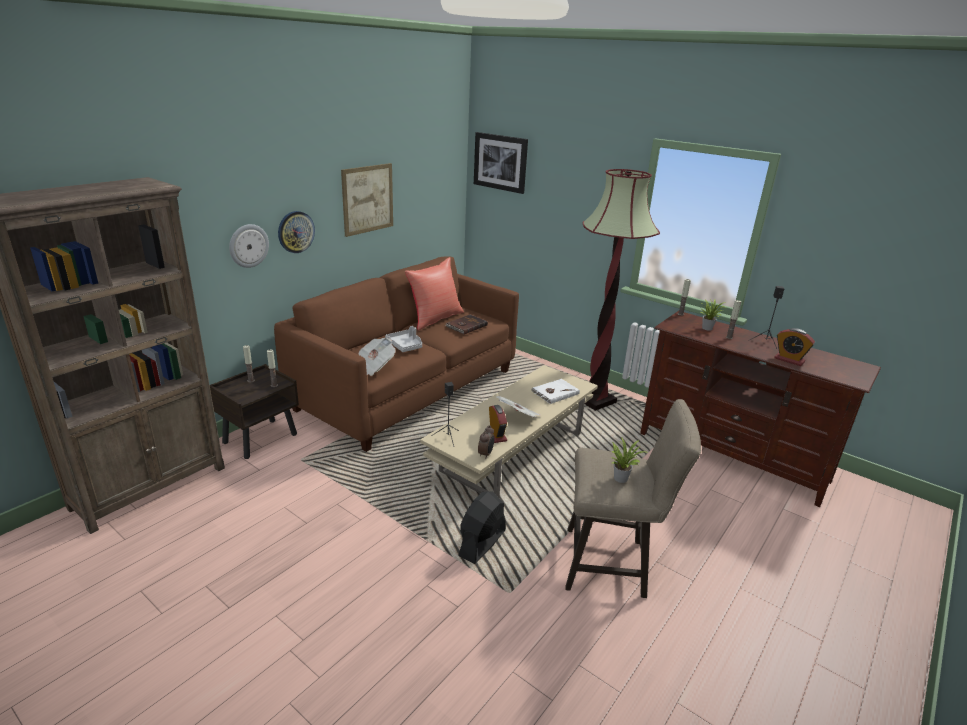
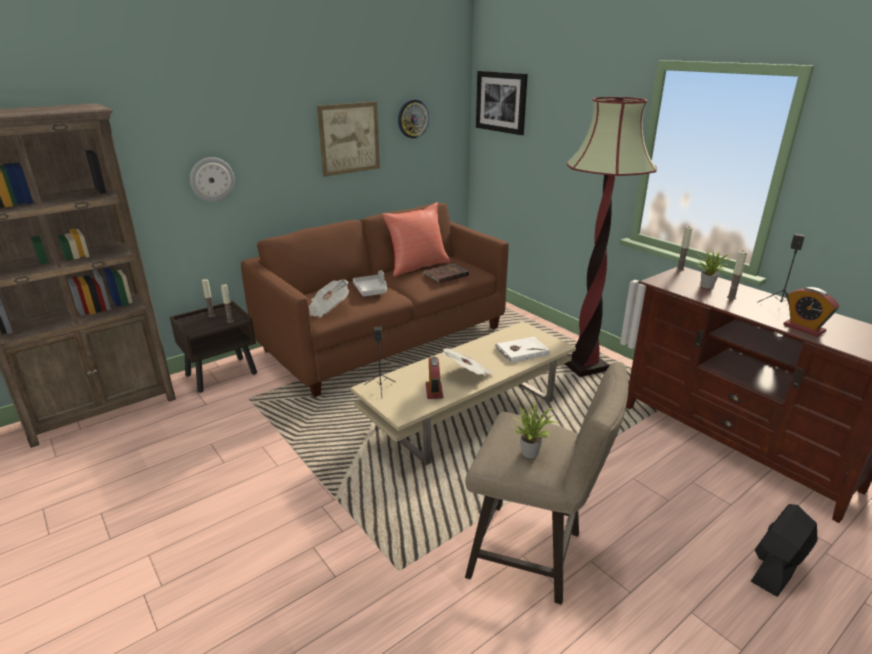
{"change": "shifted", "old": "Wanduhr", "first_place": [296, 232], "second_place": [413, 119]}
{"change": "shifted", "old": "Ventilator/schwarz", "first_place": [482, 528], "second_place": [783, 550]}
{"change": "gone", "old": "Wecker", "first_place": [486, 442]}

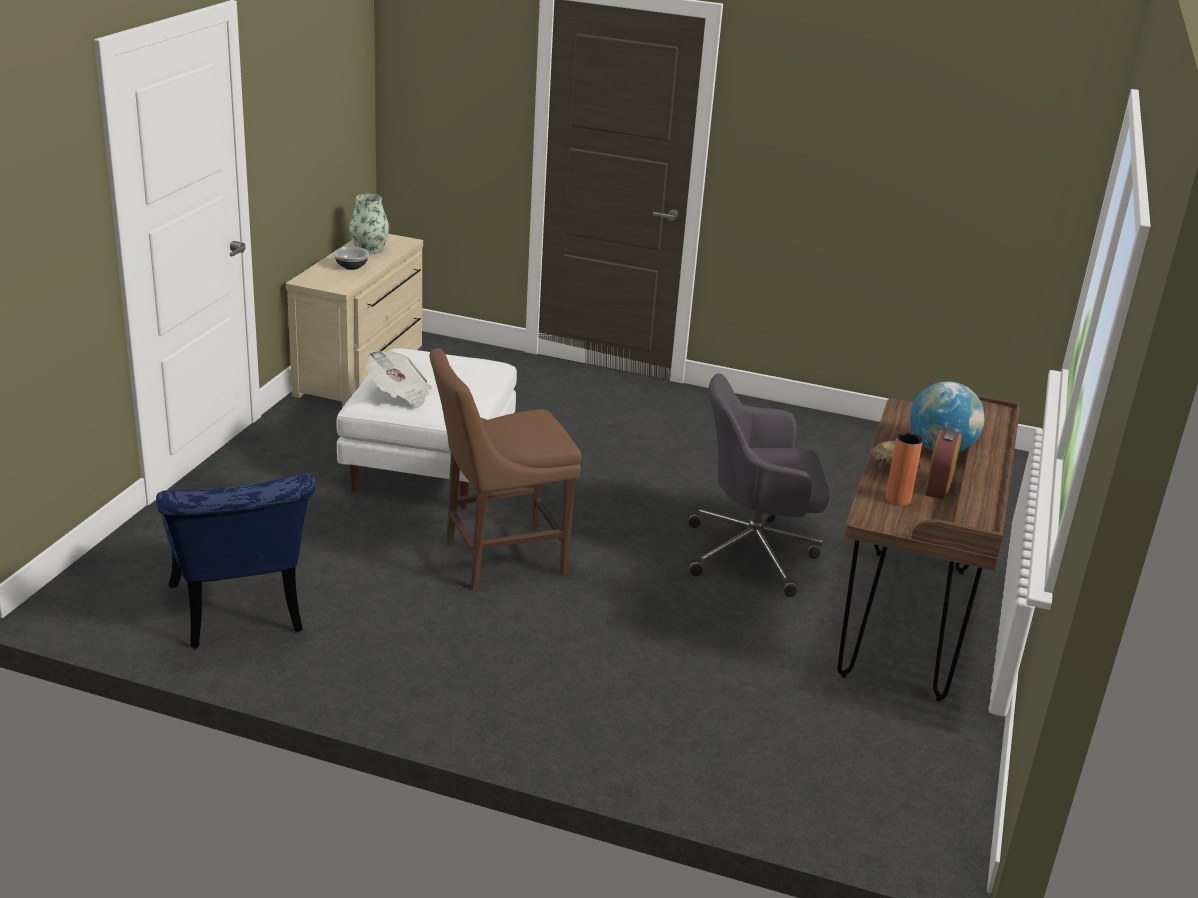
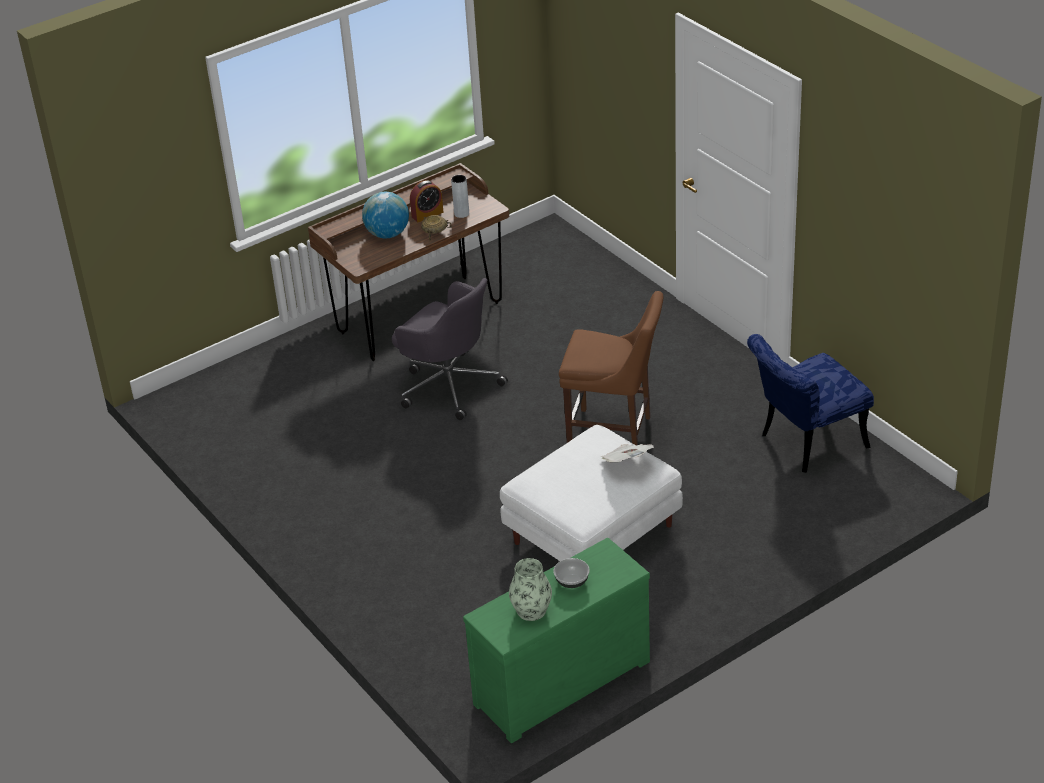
{"change": "repainted", "old": "Vase/orange", "new": "Vase/grau", "first_place": [904, 469], "second_place": [460, 196]}
{"change": "repainted", "old": "Kommode/beige", "new": "Kommode/grün", "first_place": [354, 320], "second_place": [556, 640]}
{"change": "rotated", "old": "Stuhl/blau", "first_place": [235, 560], "second_place": [810, 403], "degrees": -135}

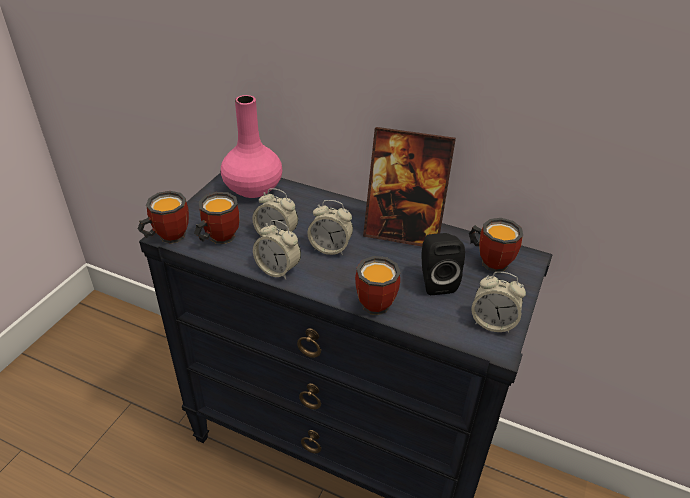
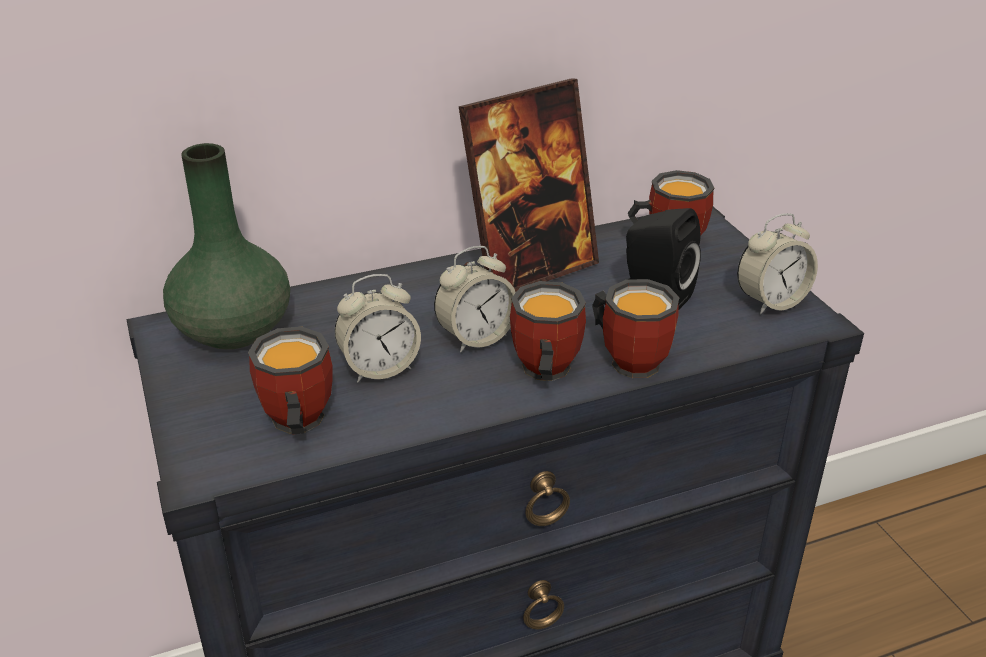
{"change": "repainted", "old": "Vase/rosa", "new": "Vase/grün", "first_place": [251, 146], "second_place": [226, 246]}
{"change": "shifted", "old": "Henkelbecher", "first_place": [163, 217], "second_place": [548, 331]}
{"change": "gone", "old": "Wecker", "first_place": [277, 249]}

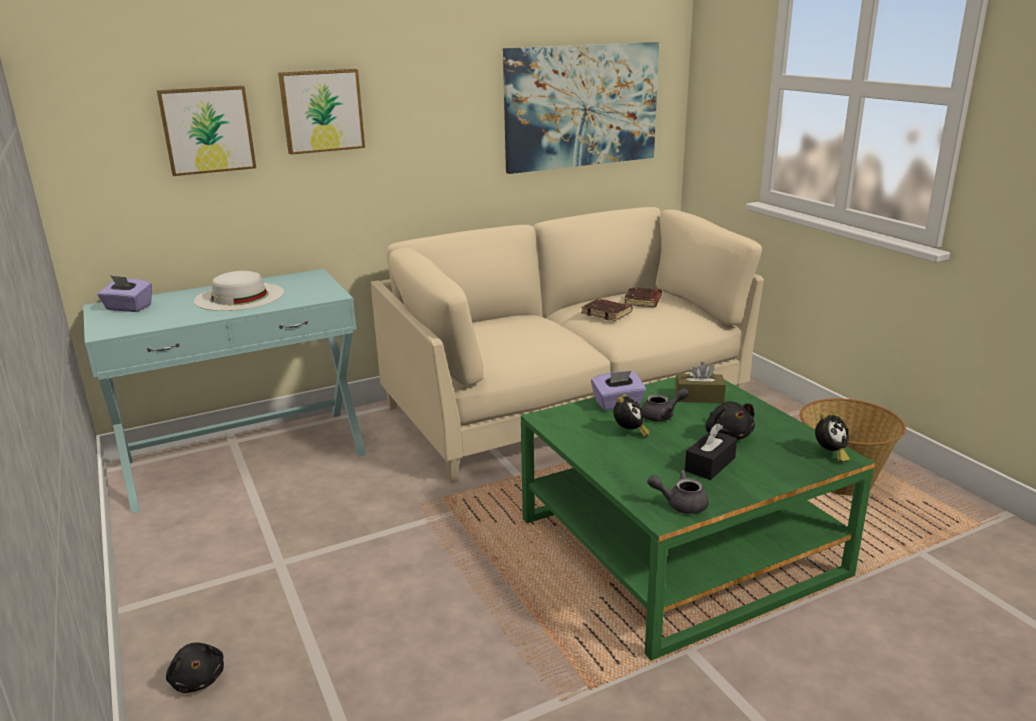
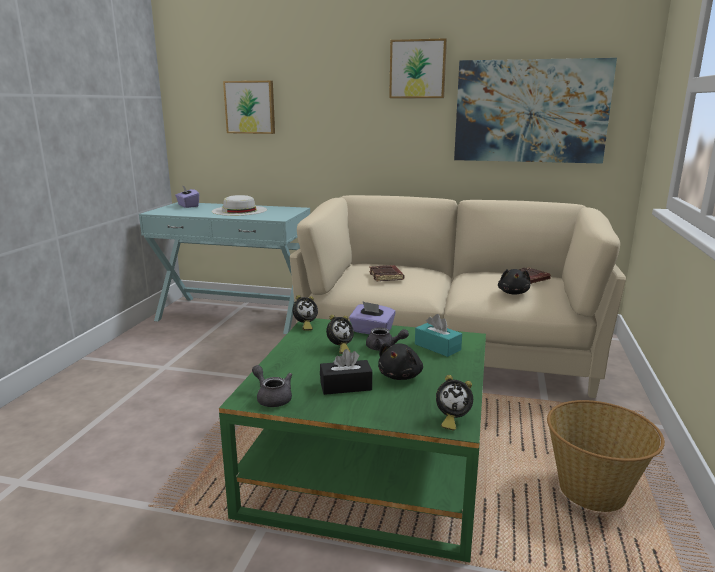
{"change": "new", "new": "Wecker", "second_place": [305, 313]}
{"change": "shifted", "old": "Buch/braun", "first_place": [606, 310], "second_place": [386, 273]}
{"change": "shifted", "old": "Bild", "first_place": [321, 112], "second_place": [418, 68]}
{"change": "repainted", "old": "Taschentuchbox/braun", "new": "Taschentuchbox/türkis", "first_place": [700, 382], "second_place": [438, 335]}
{"change": "shifted", "old": "Plüschtier/schwarz", "first_place": [195, 667], "second_place": [514, 282]}

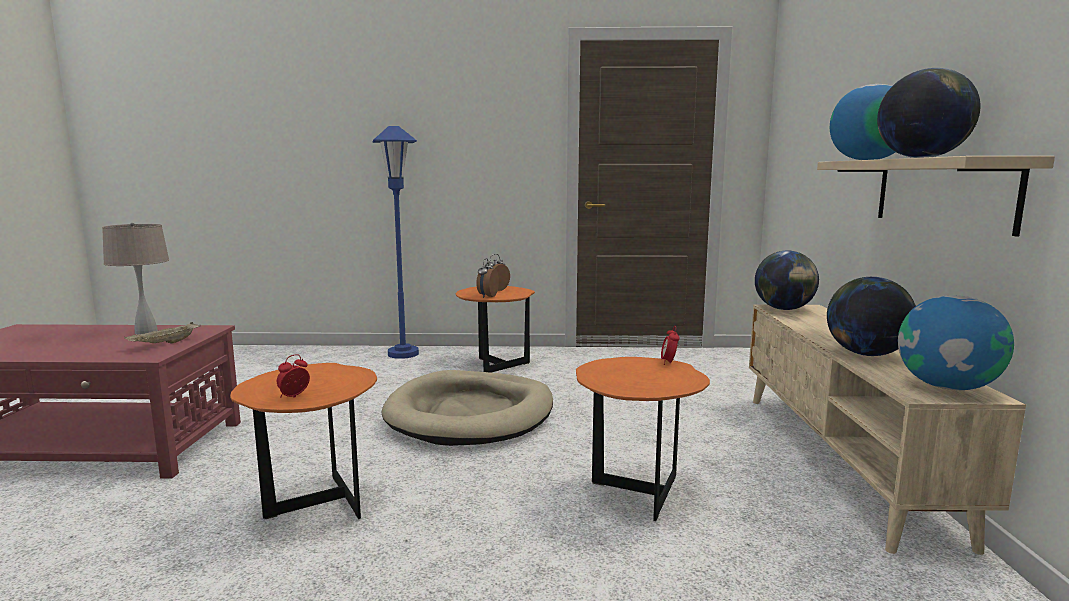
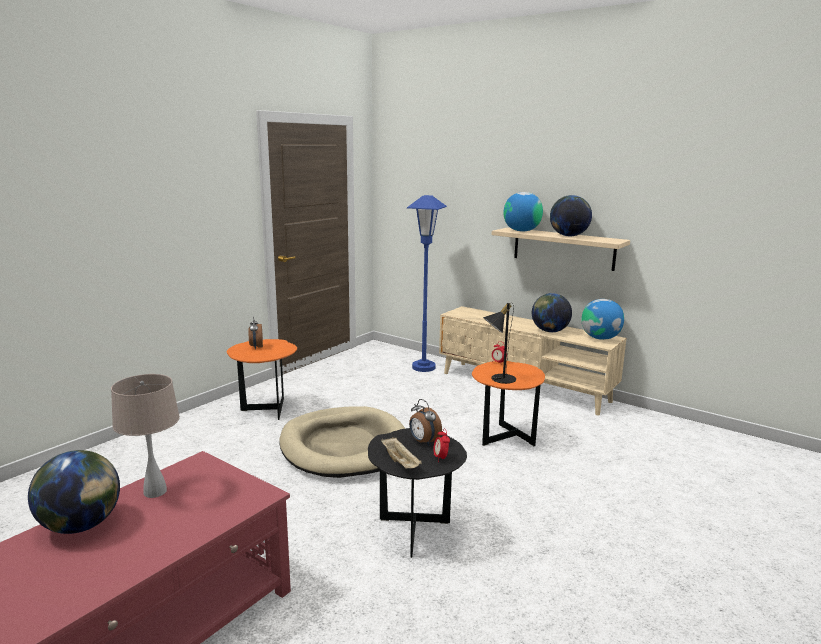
{"change": "shifted", "old": "Globus", "first_place": [787, 280], "second_place": [74, 492]}
{"change": "repainted", "old": "Beistelltisch/orange", "new": "Beistelltisch/schwarz", "first_place": [303, 441], "second_place": [417, 493]}
{"change": "shifted", "old": "Tablett/beige", "first_place": [162, 333], "second_place": [401, 453]}
{"change": "shifted", "old": "Stehlampe/blau", "first_place": [396, 242], "second_place": [427, 283]}
{"change": "shifted", "old": "Wecker", "first_place": [487, 278], "second_place": [425, 422]}
{"change": "new", "new": "Tischlampe/schwarz", "second_place": [499, 343]}

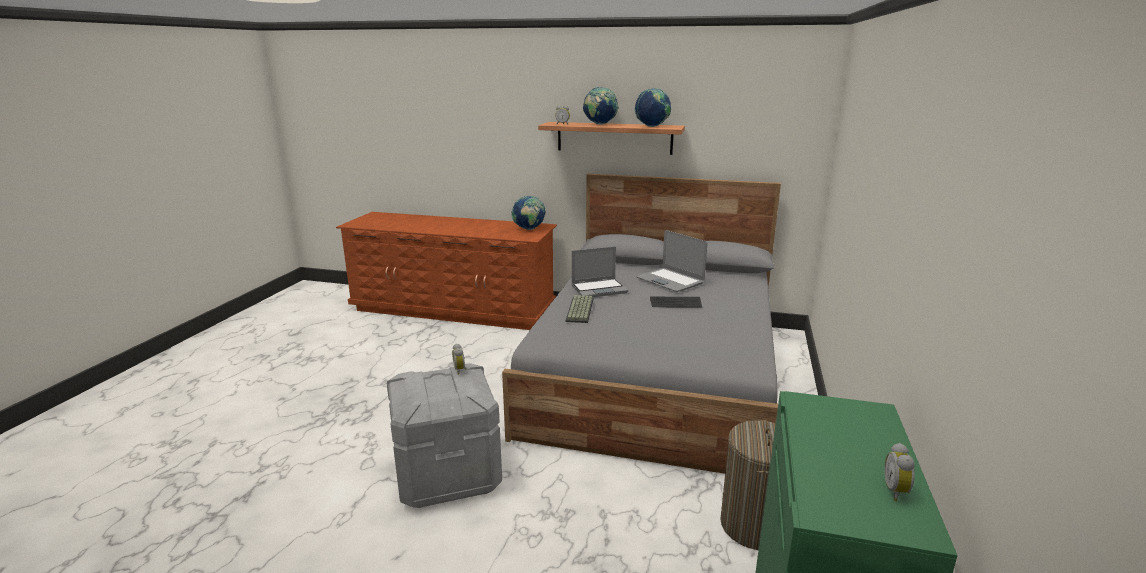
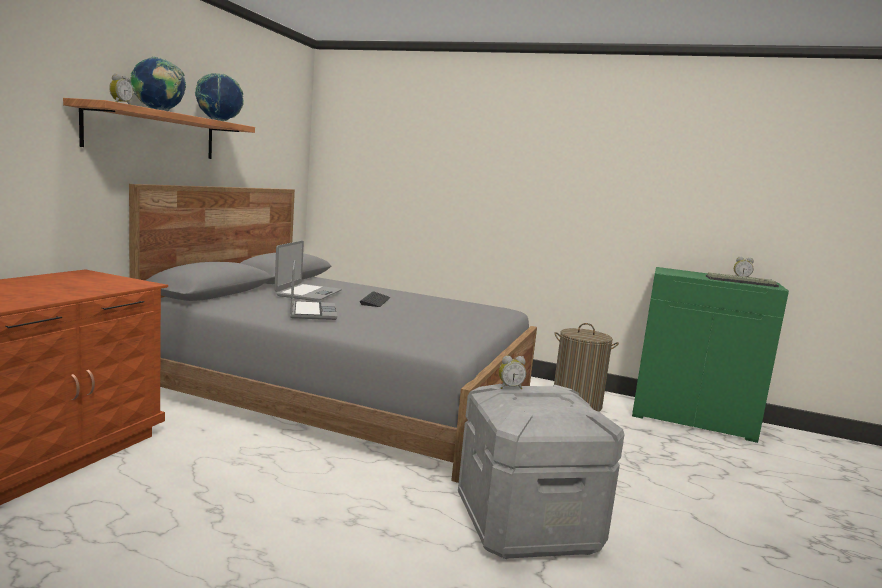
{"change": "rotated", "old": "Laptop", "first_place": [672, 261], "second_place": [308, 271], "degrees": -45}
{"change": "shifted", "old": "Tastatur", "first_place": [580, 309], "second_place": [742, 279]}
{"change": "gone", "old": "Globus", "first_place": [528, 213]}

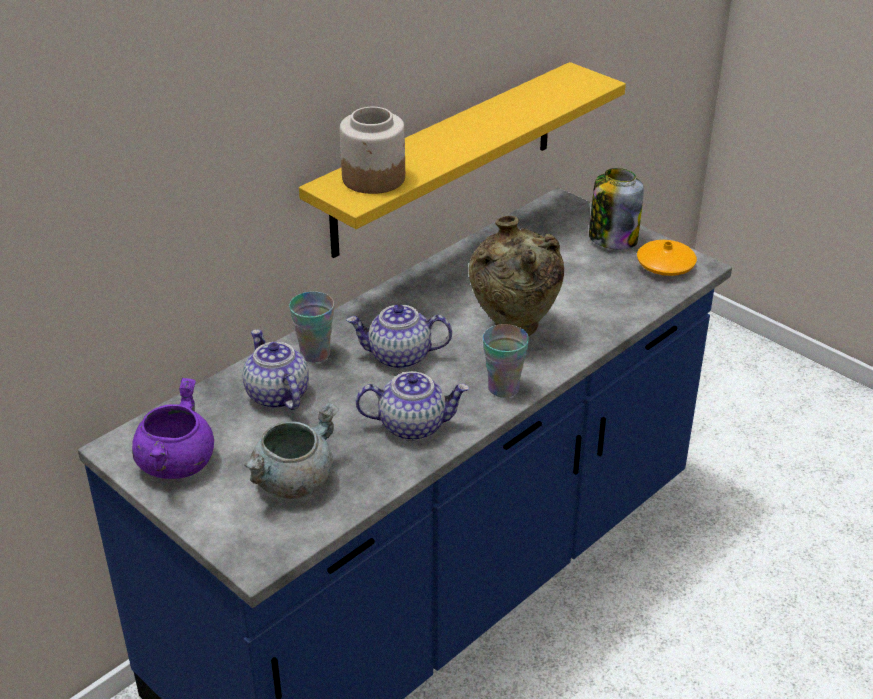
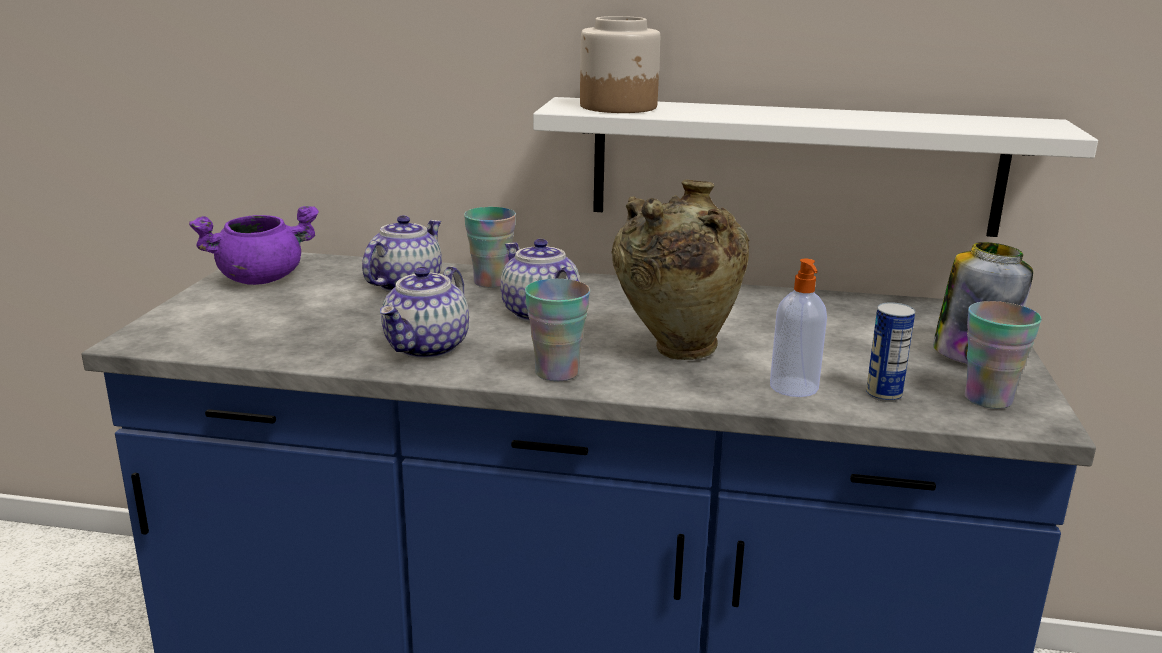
{"change": "rotated", "old": "Teekanne", "first_place": [412, 406], "second_place": [424, 312], "degrees": 60}
{"change": "repainted", "old": "Wandregal/gelb", "new": "Wandregal/weiß", "first_place": [462, 160], "second_place": [815, 167]}
{"change": "new", "new": "Seifenspender", "second_place": [798, 328]}
{"change": "new", "new": "Dose", "second_place": [890, 352]}
{"change": "swapped", "old": "Vase/orange", "new": "Tasse", "first_place": [667, 258], "second_place": [1003, 355]}
{"change": "gone", "old": "Kochtopf/grau", "first_place": [291, 450]}

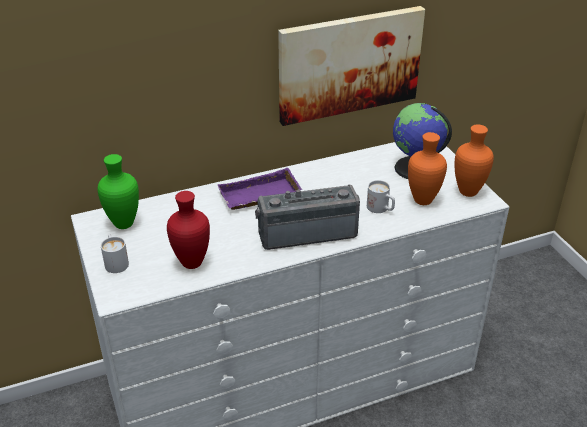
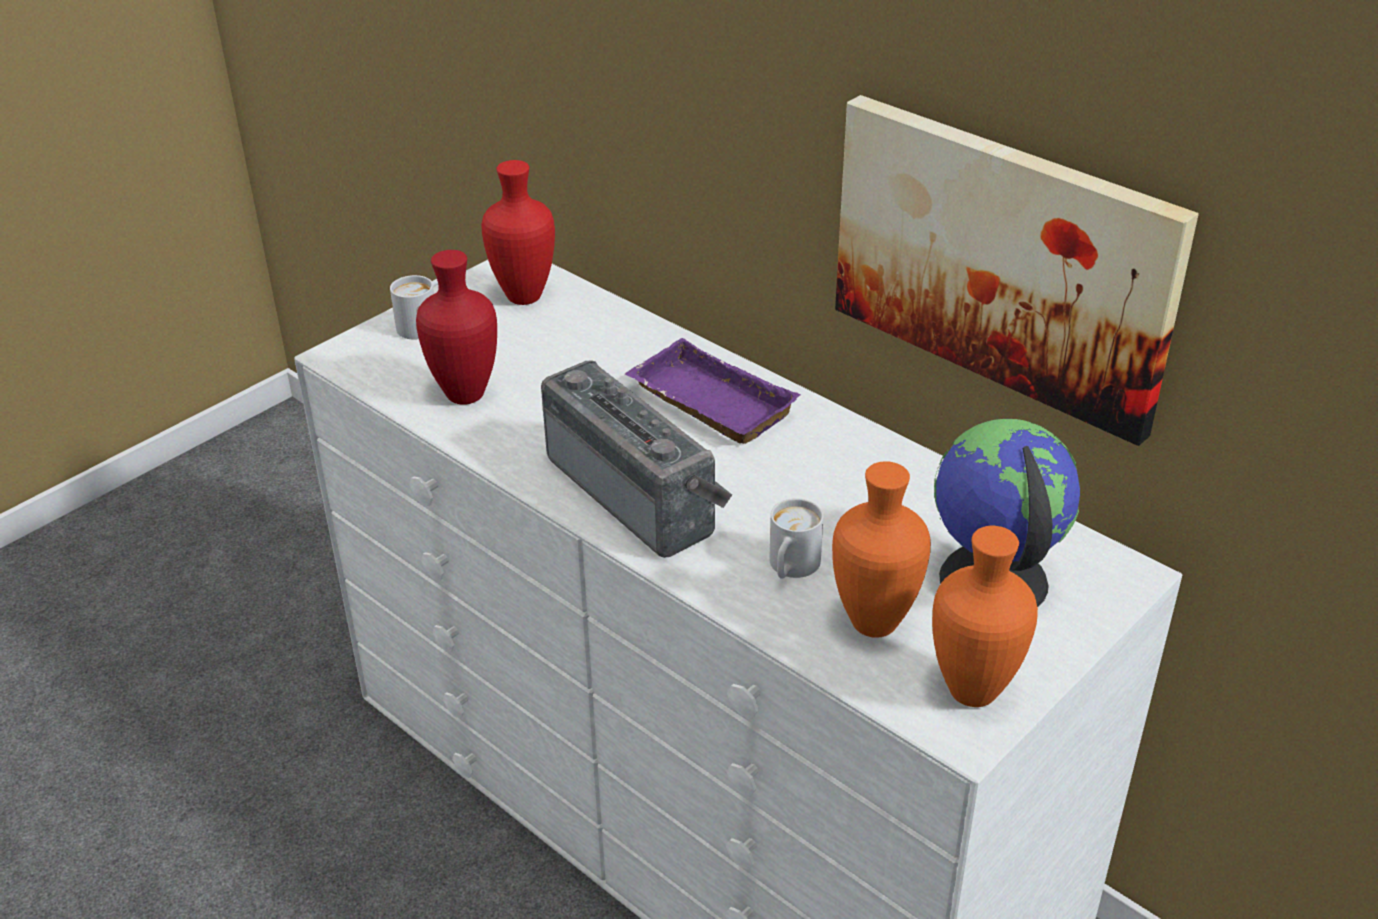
{"change": "repainted", "old": "Vase/grün", "new": "Vase/rot", "first_place": [118, 191], "second_place": [518, 232]}

